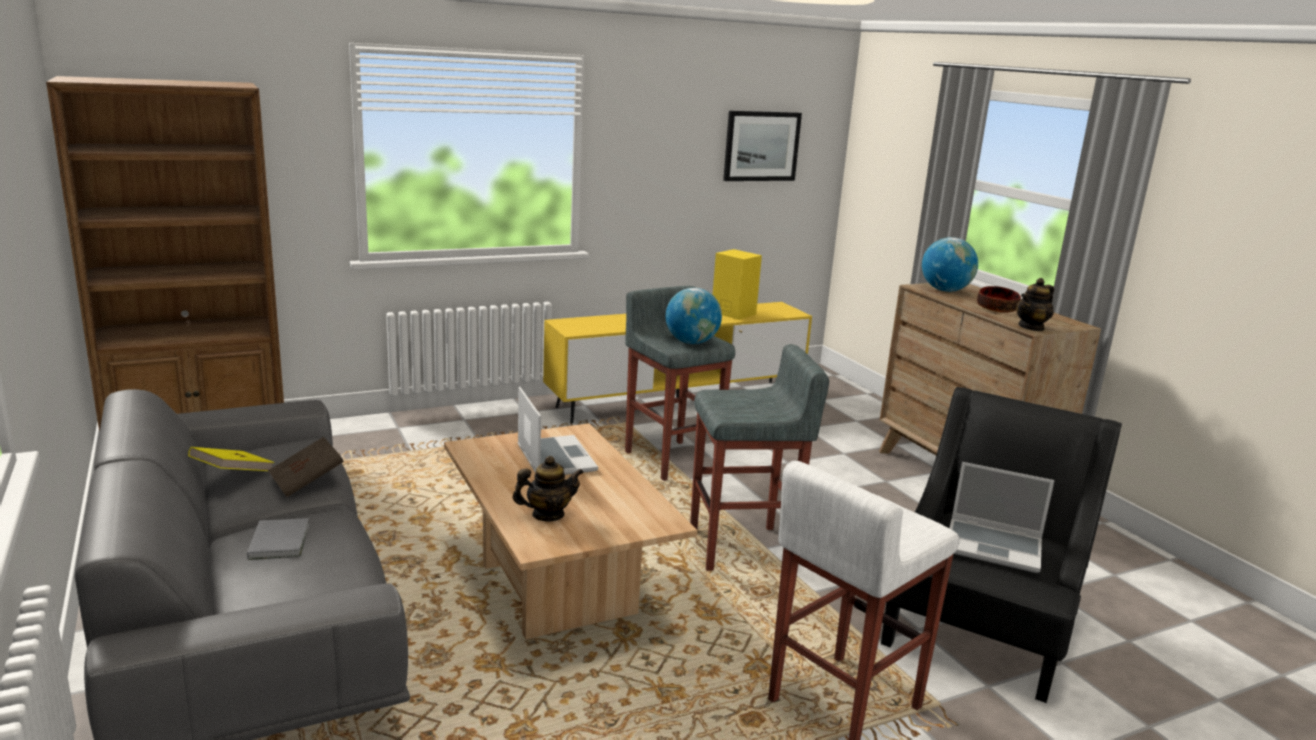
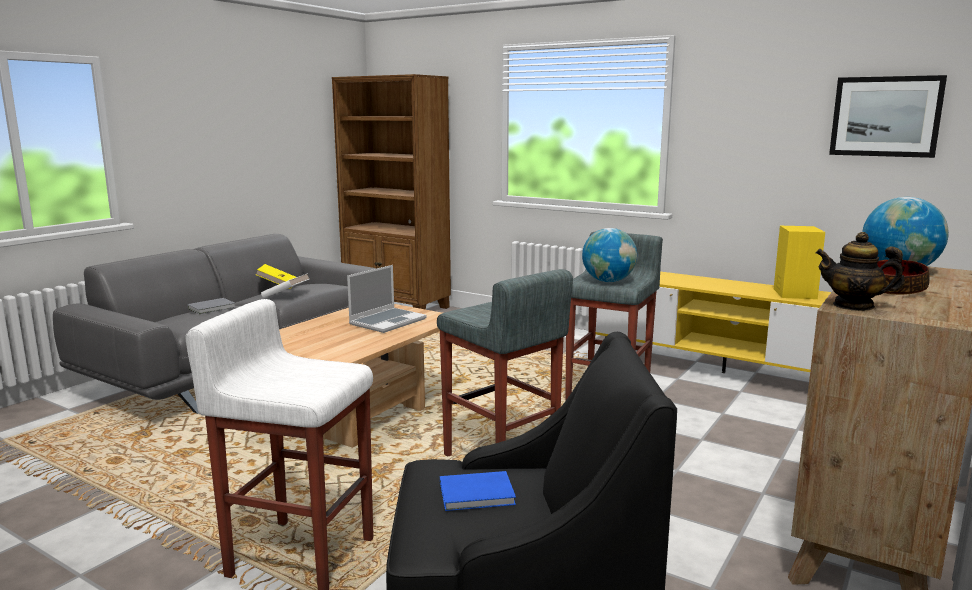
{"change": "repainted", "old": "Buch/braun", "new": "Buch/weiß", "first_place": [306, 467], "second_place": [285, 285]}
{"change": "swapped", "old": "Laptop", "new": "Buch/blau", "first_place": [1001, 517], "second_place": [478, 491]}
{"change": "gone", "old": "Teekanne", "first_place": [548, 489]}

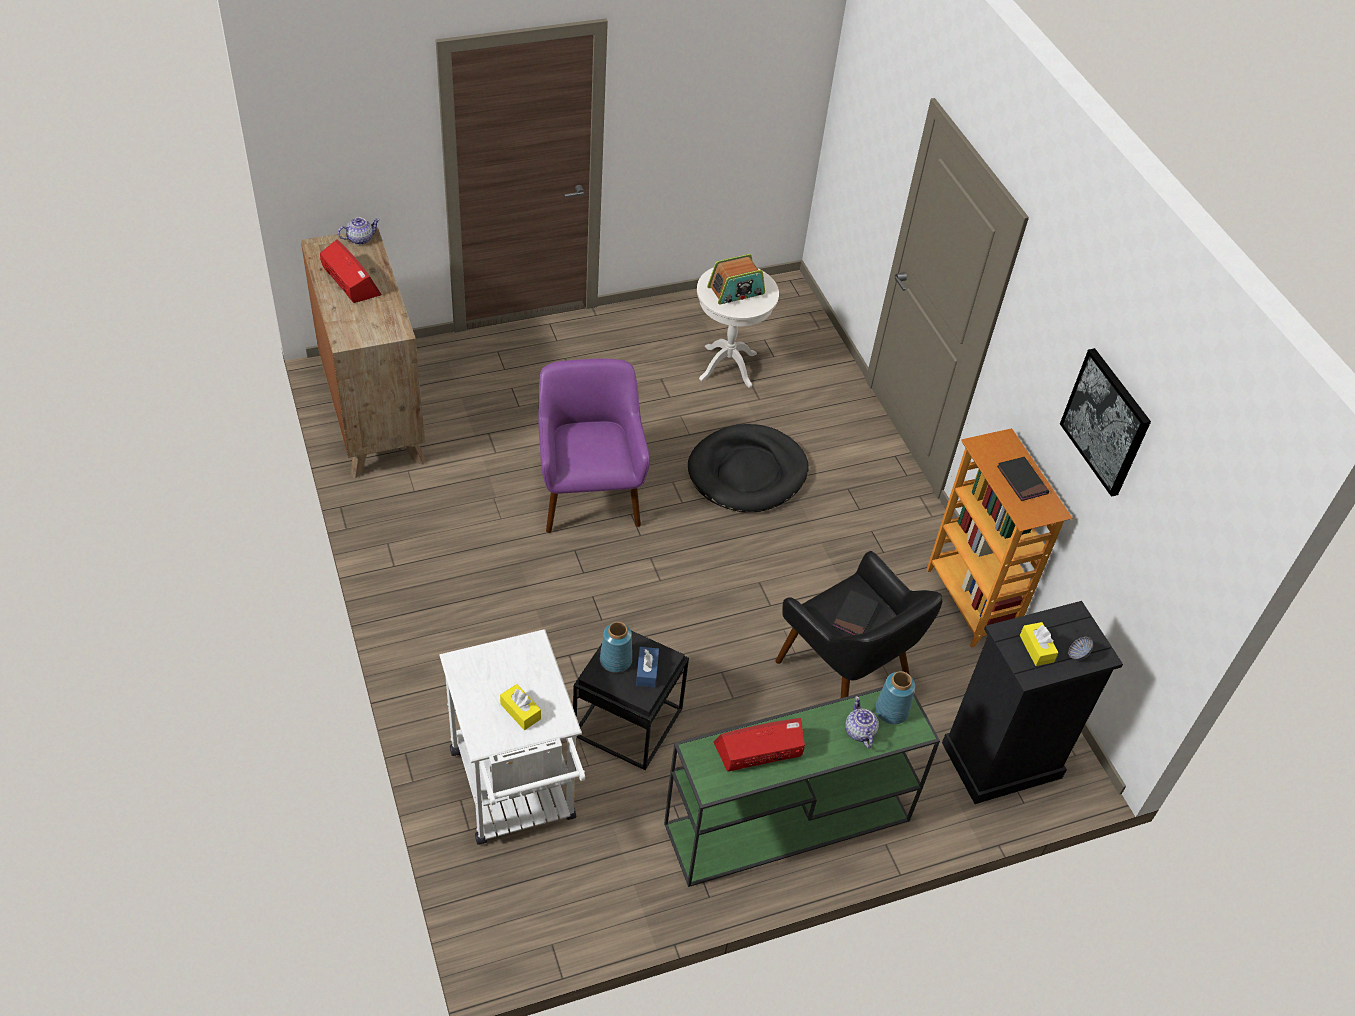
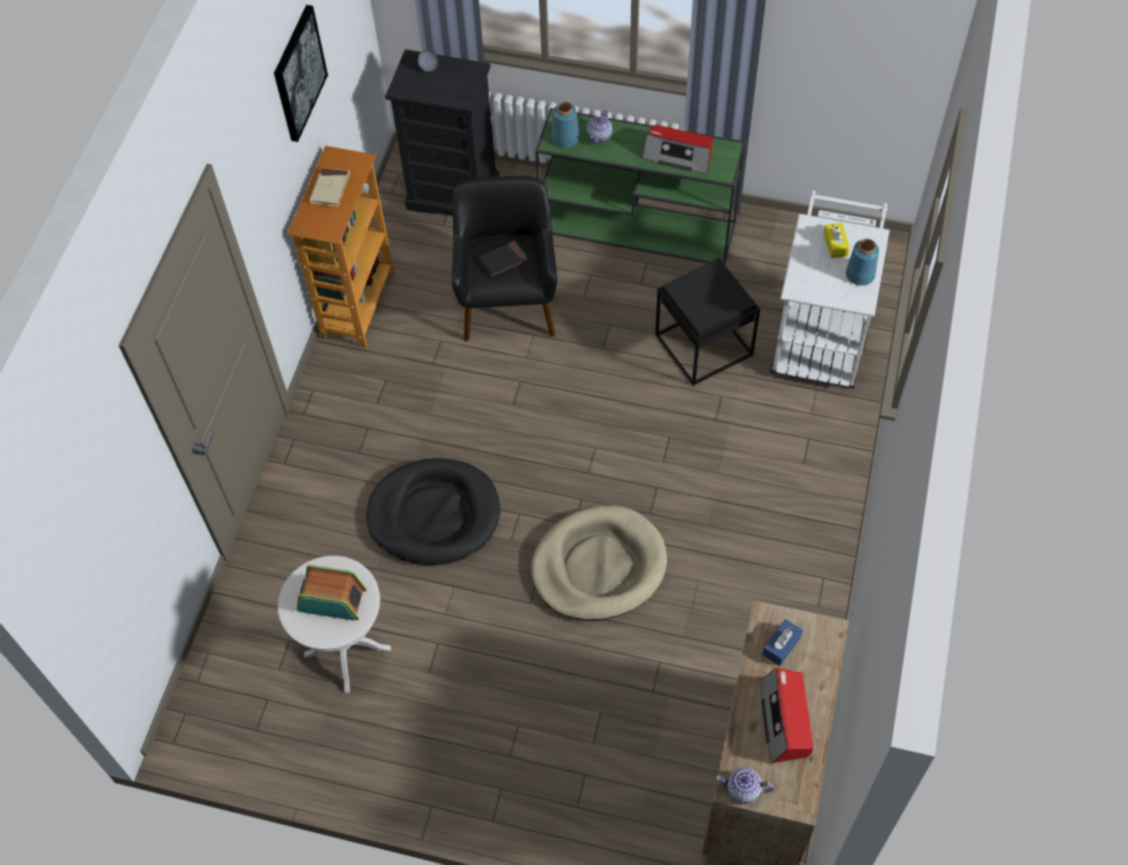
{"change": "repainted", "old": "Buch/schwarz", "new": "Buch/beige", "first_place": [1023, 479], "second_place": [329, 187]}
{"change": "swapped", "old": "Sessel/lila", "new": "Hundebett/beige", "first_place": [594, 446], "second_place": [599, 563]}
{"change": "shifted", "old": "Taschentuchbox/blau", "first_place": [647, 667], "second_place": [782, 642]}
{"change": "shifted", "old": "Vase/blau", "first_place": [616, 647], "second_place": [862, 262]}
{"change": "gone", "old": "Taschentuchbox/gelb", "first_place": [1039, 644]}

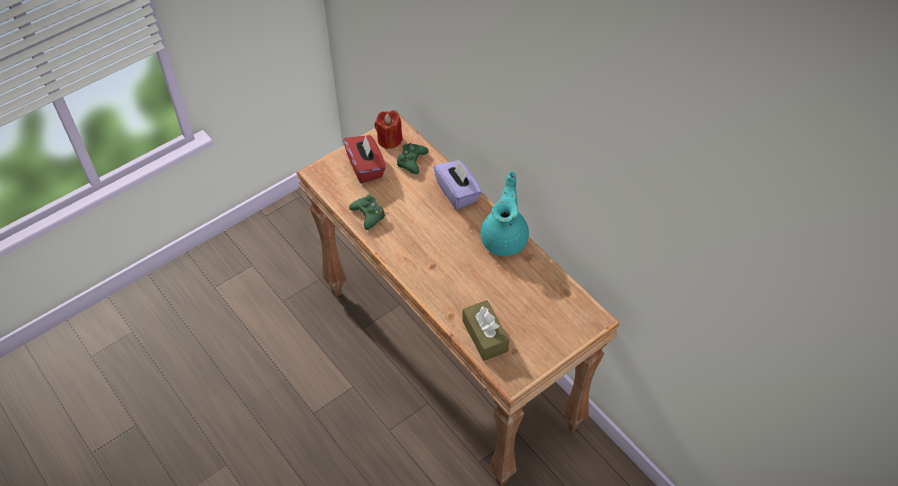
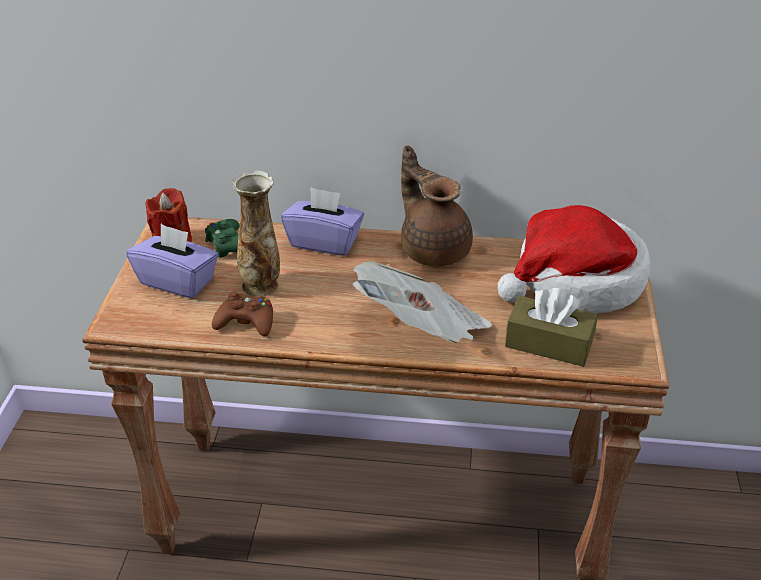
{"change": "repainted", "old": "Taschentuchbox/rot", "new": "Taschentuchbox/lila", "first_place": [364, 159], "second_place": [172, 261]}
{"change": "repainted", "old": "Gamepad/grün", "new": "Gamepad/braun", "first_place": [367, 212], "second_place": [242, 314]}
{"change": "new", "new": "Vase", "second_place": [256, 233]}
{"change": "new", "new": "Zeitung", "second_place": [422, 302]}
{"change": "repainted", "old": "Teekanne/türkis", "new": "Teekanne/braun", "first_place": [504, 213], "second_place": [437, 205]}
{"change": "new", "new": "Hut", "second_place": [573, 259]}

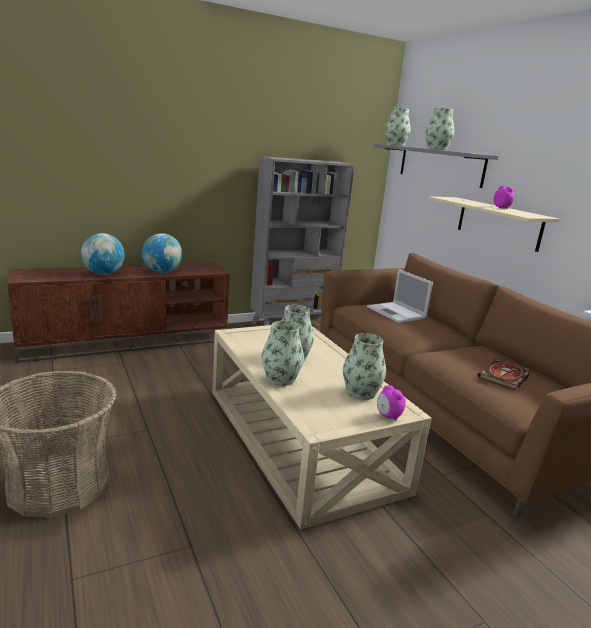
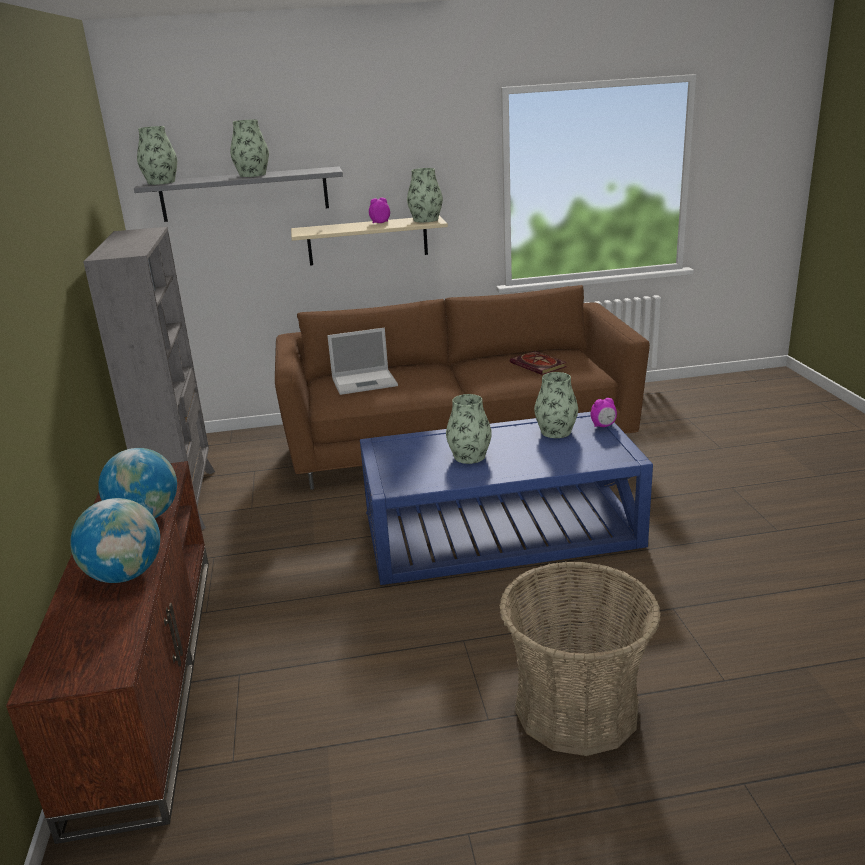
{"change": "repainted", "old": "Couchtisch/beige", "new": "Couchtisch/blau", "first_place": [322, 427], "second_place": [506, 498]}
{"change": "shifted", "old": "Vase", "first_place": [283, 353], "second_place": [425, 195]}

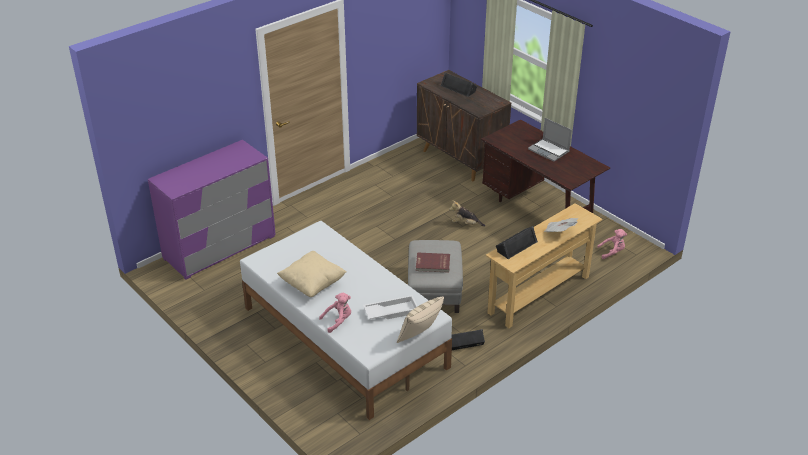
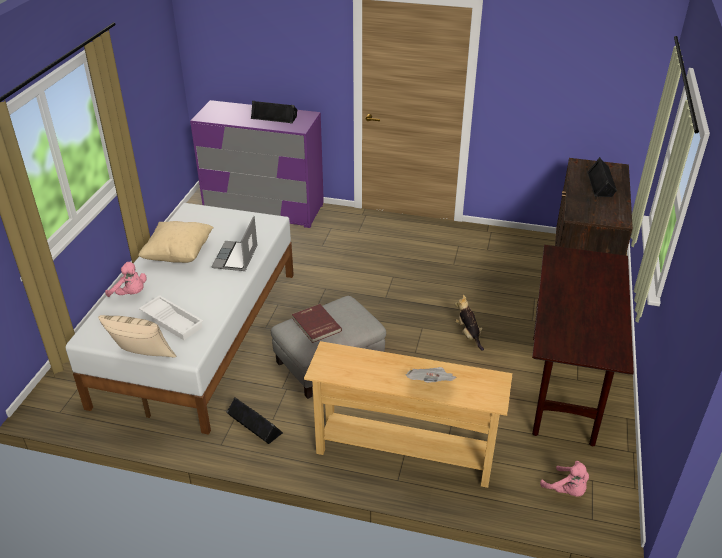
{"change": "shifted", "old": "Laptop", "first_place": [550, 140], "second_place": [235, 243]}
{"change": "shifted", "old": "Lautsprecher/schwarz", "first_place": [517, 242], "second_place": [274, 112]}

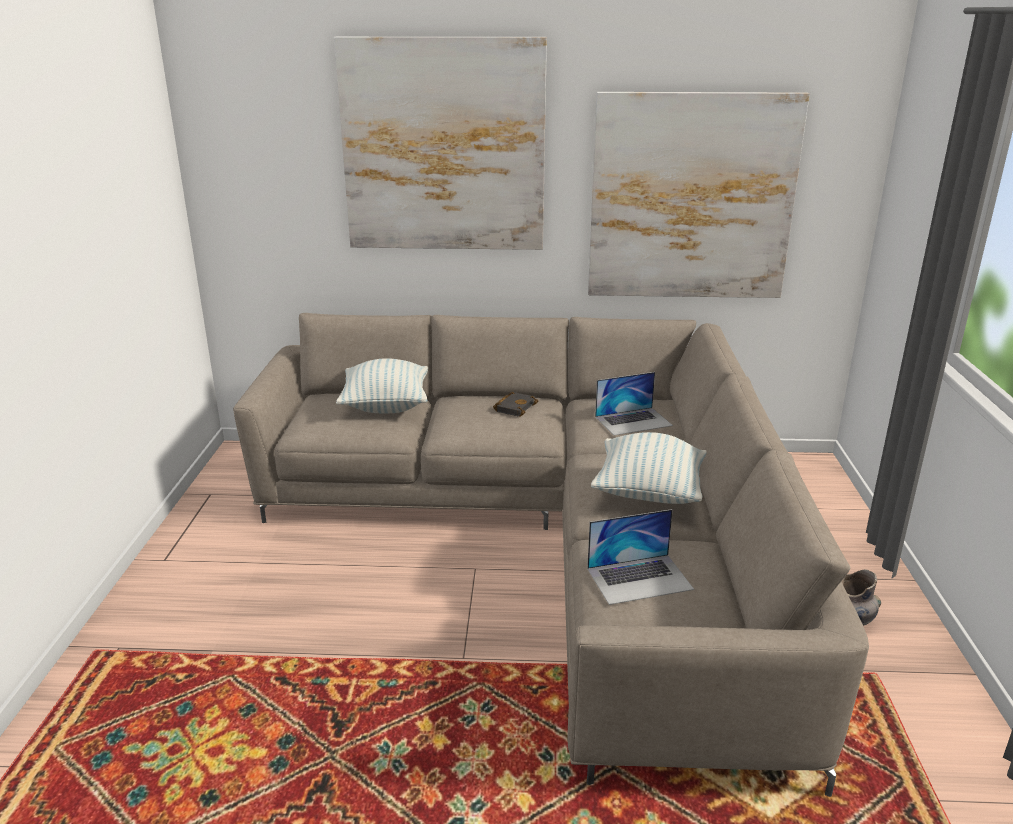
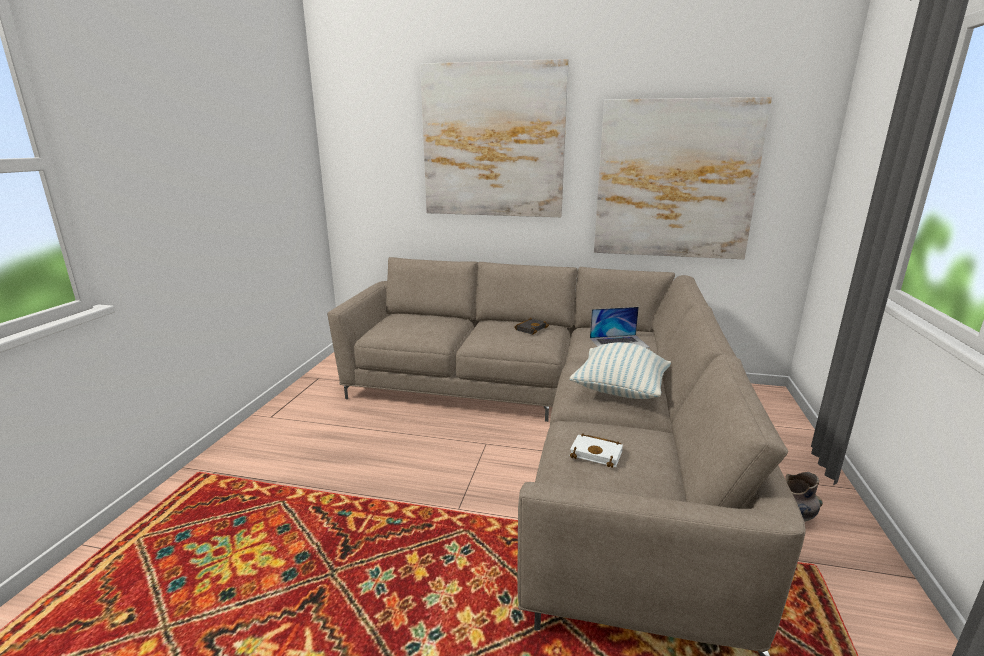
{"change": "swapped", "old": "Laptop", "new": "Buch/weiß", "first_place": [640, 557], "second_place": [596, 451]}
{"change": "gone", "old": "Kissen", "first_place": [382, 385]}

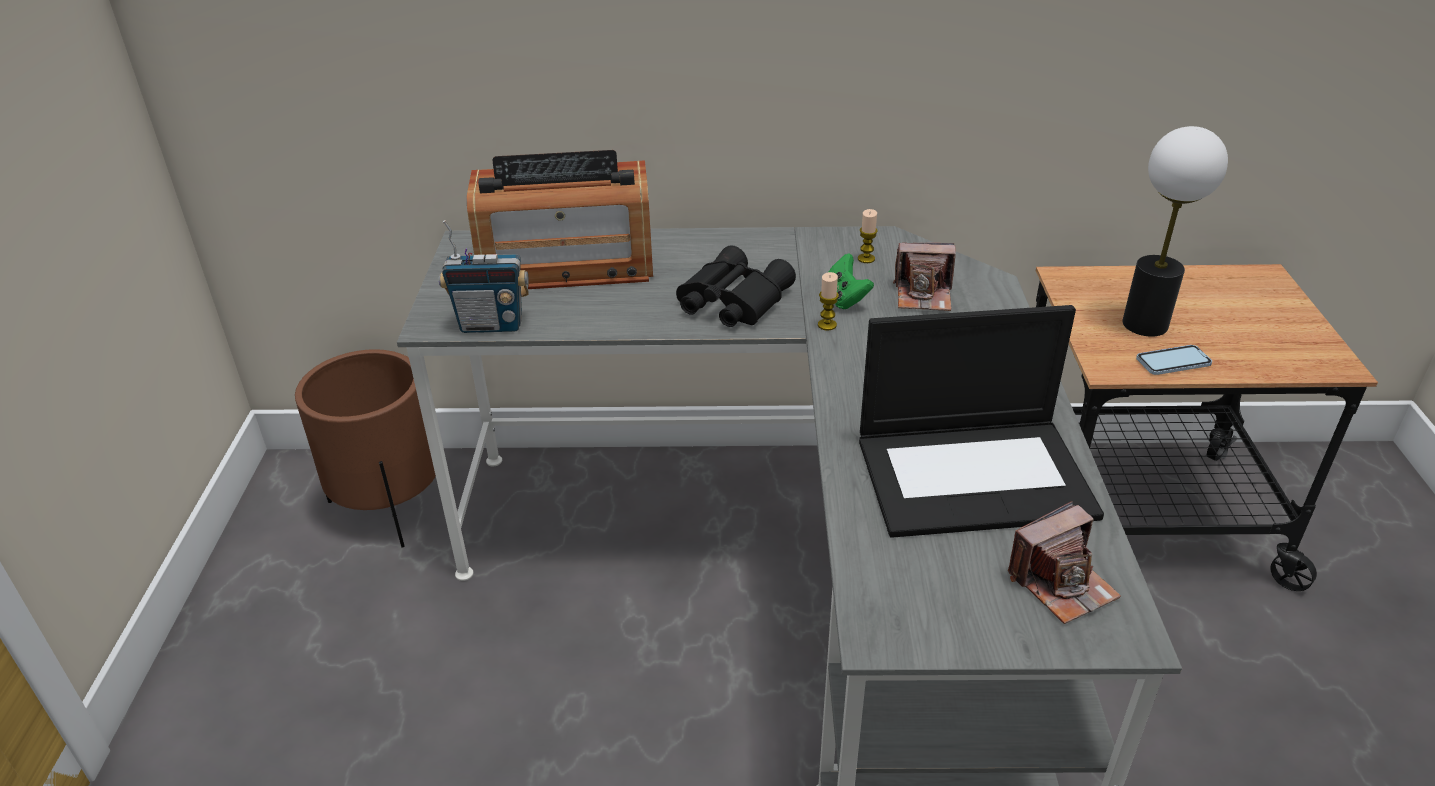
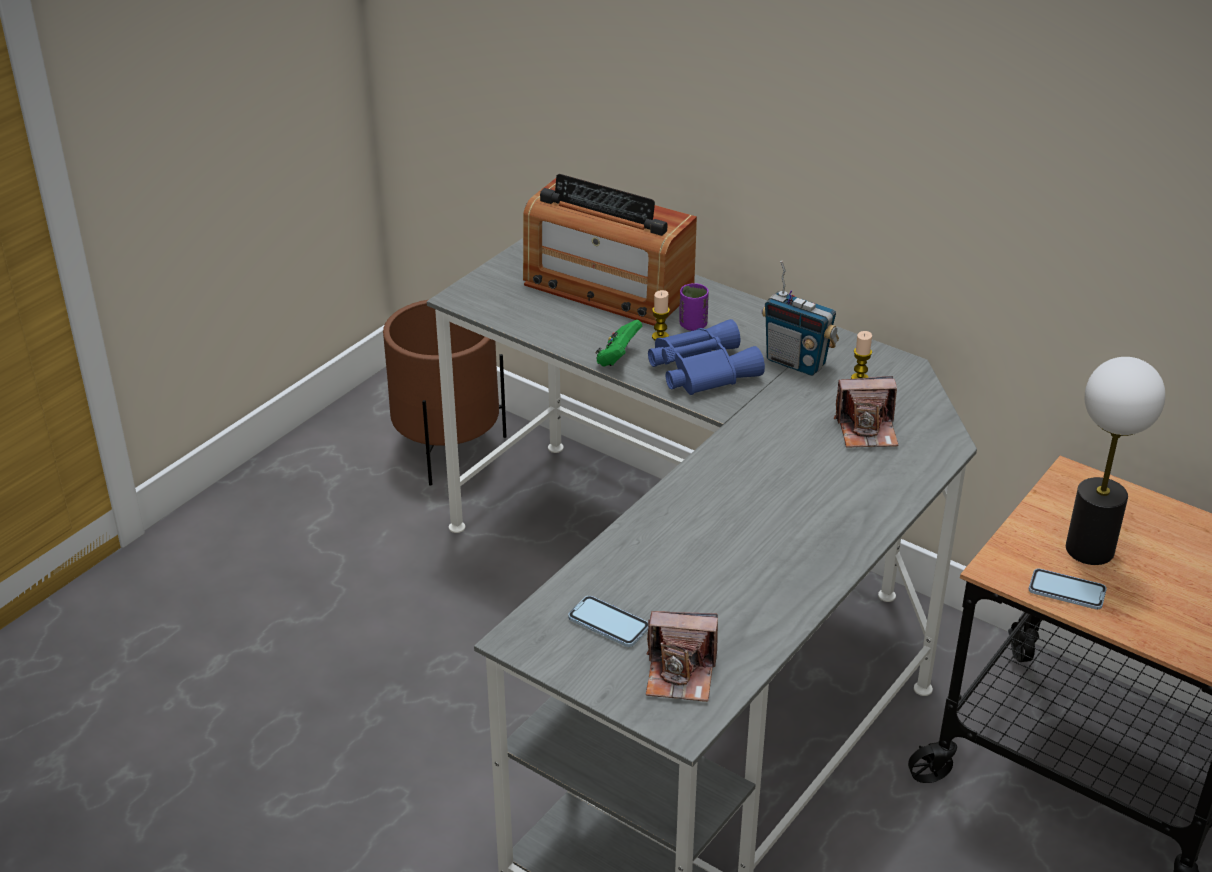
{"change": "new", "new": "Handy", "second_place": [608, 621]}
{"change": "shifted", "old": "Gamepad/grün", "first_place": [851, 281], "second_place": [619, 343]}
{"change": "repainted", "old": "Fernglas/schwarz", "new": "Fernglas/blau", "first_place": [736, 286], "second_place": [706, 357]}
{"change": "shifted", "old": "Kerze", "first_place": [828, 301], "second_place": [661, 315]}
{"change": "new", "new": "Tasse/lila", "second_place": [694, 307]}
{"change": "shifted", "old": "Radio", "first_place": [484, 276], "second_place": [800, 318]}
{"change": "rotated", "old": "Kamera", "first_place": [924, 277], "second_place": [866, 411], "degrees": -45}
{"change": "gone", "old": "Laptop", "first_place": [981, 421]}

